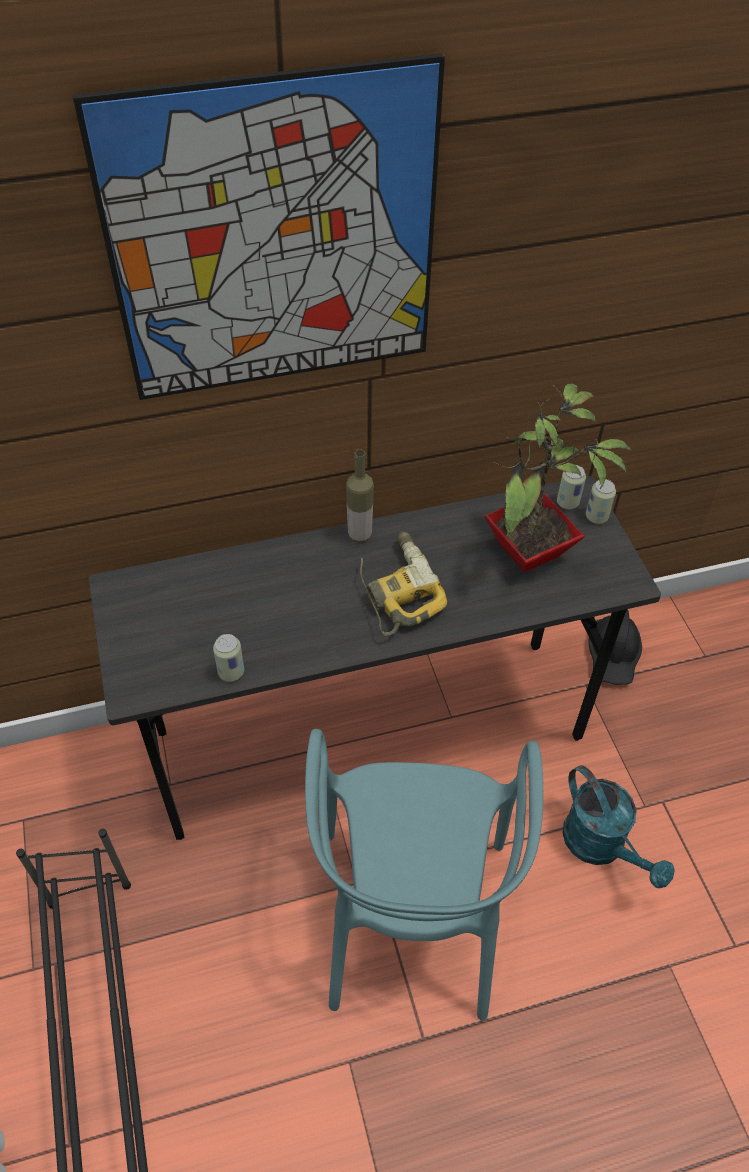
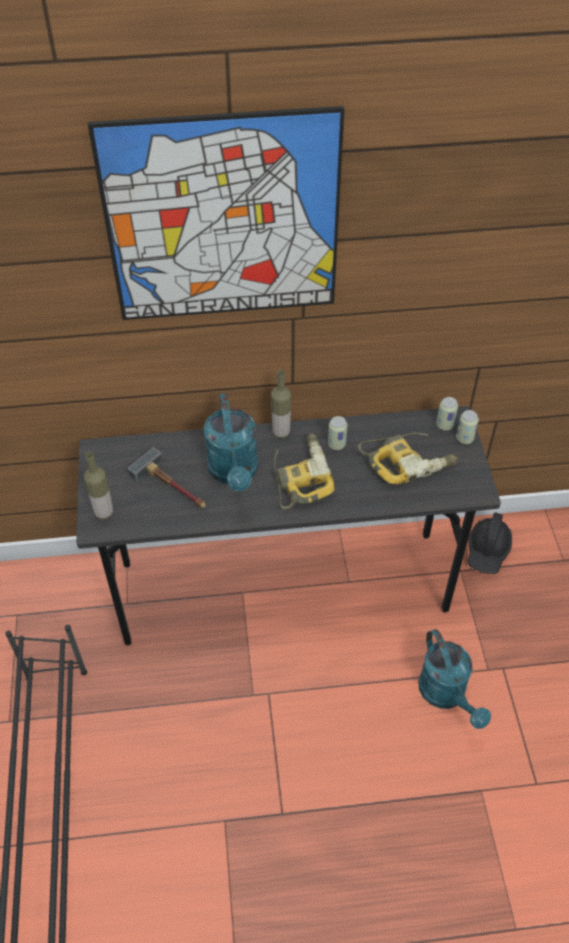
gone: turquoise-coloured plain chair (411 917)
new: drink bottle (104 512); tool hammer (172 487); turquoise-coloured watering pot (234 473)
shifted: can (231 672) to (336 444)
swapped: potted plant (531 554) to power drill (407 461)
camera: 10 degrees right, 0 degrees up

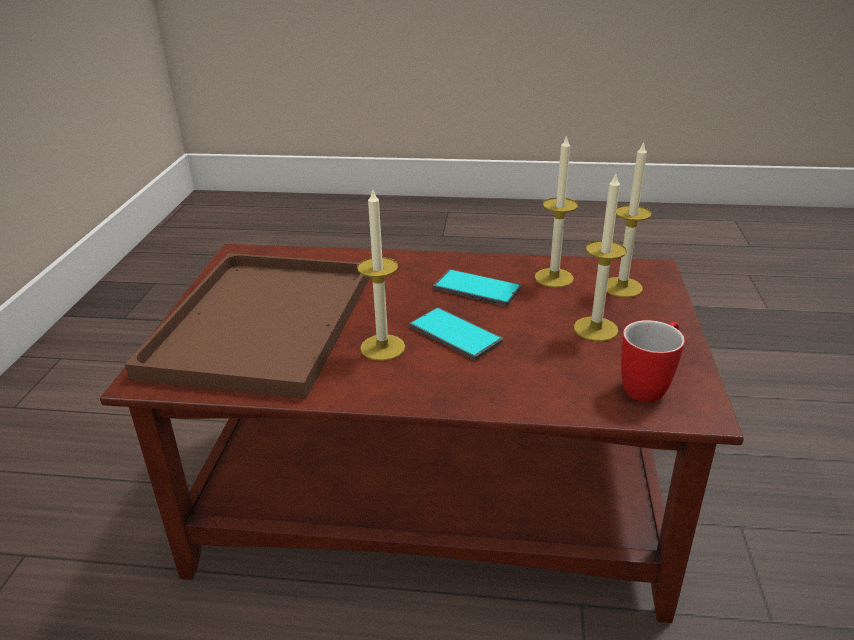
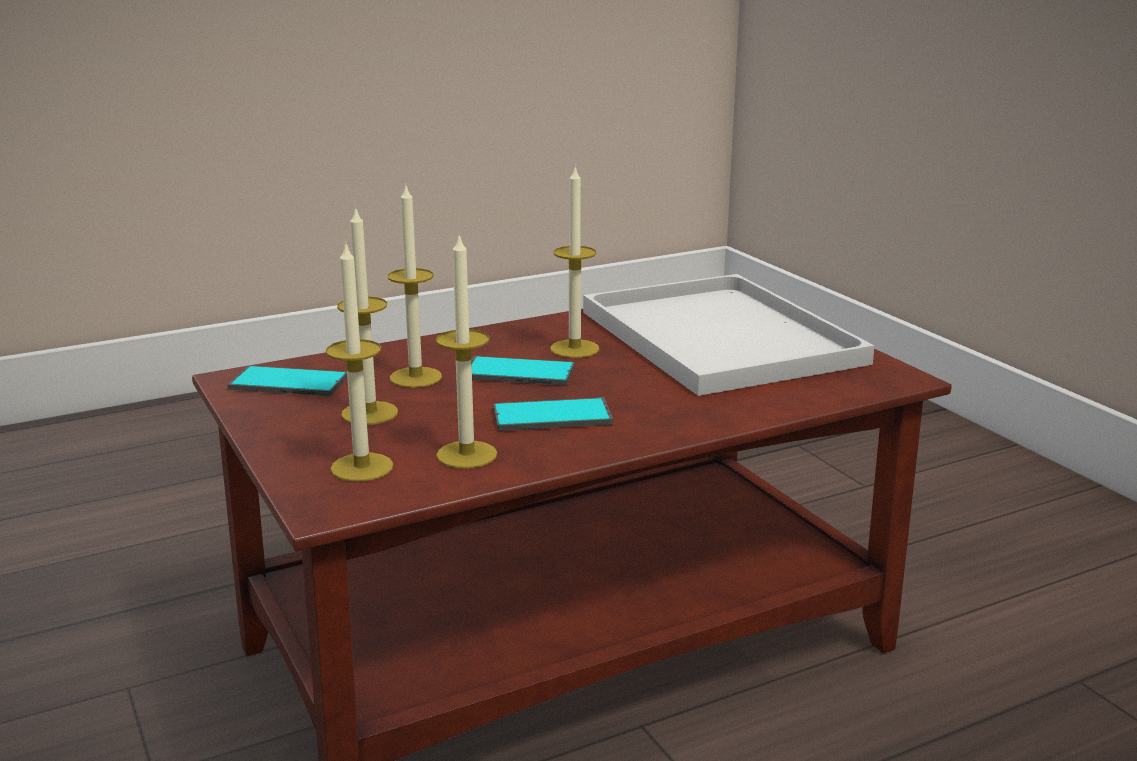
new: wax light (415 377)
swapped: mug (649 386) to phone (288 383)
repainted: brown-coloured serving tray (262 320) to white serving tray (724 338)
camera: 145 degrees right, 10 degrees down

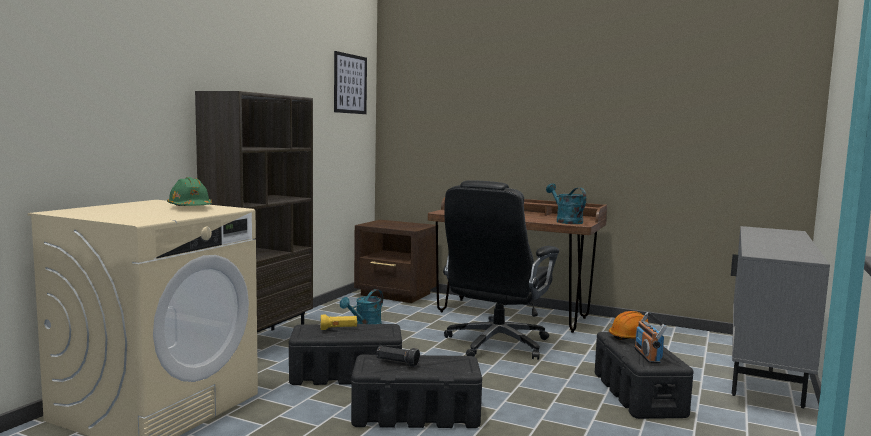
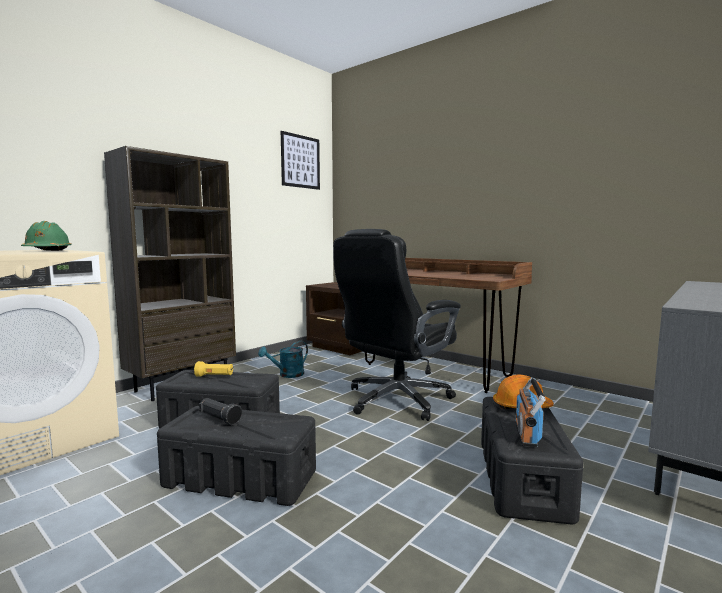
gone: turquoise-coloured watering pot (565 221)
camera: 15 degrees right, 0 degrees up

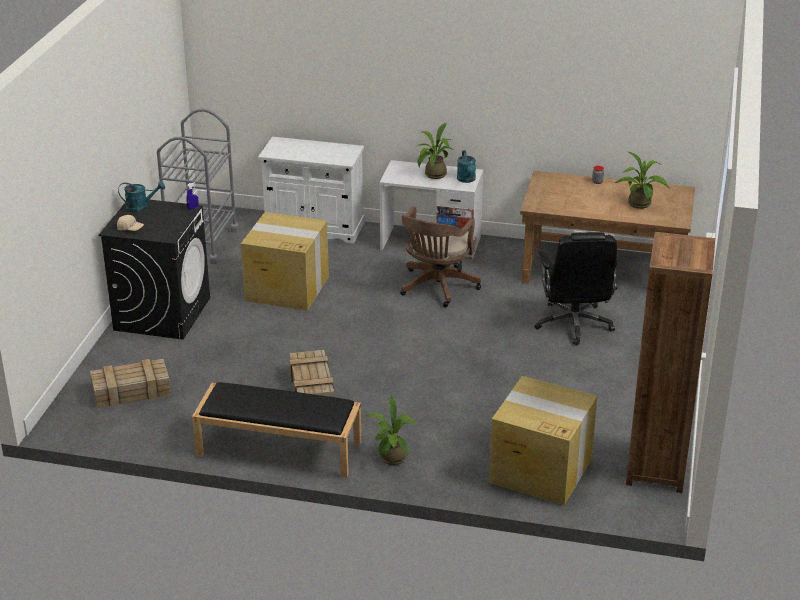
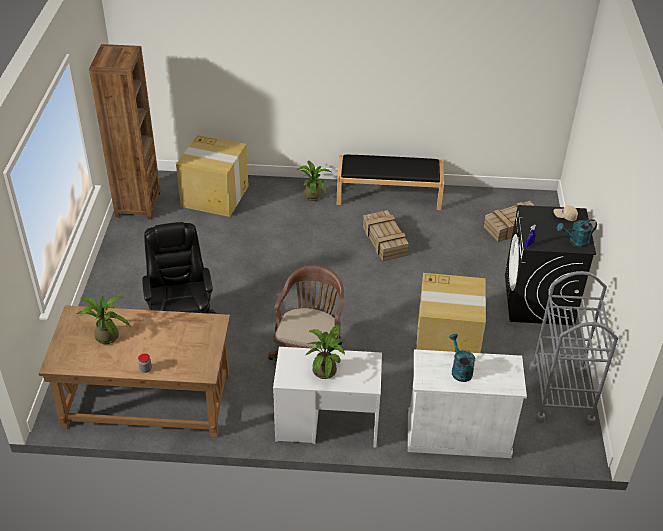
shifted: turquoise-coloured watering pot (467 180) to (460 370)
camera: 170 degrees right, 10 degrees up

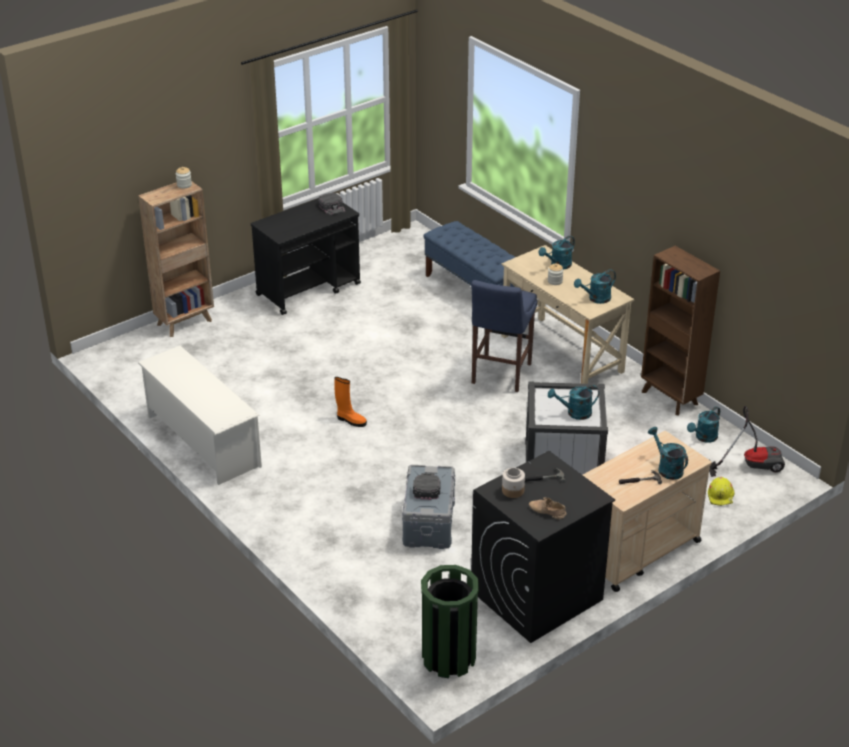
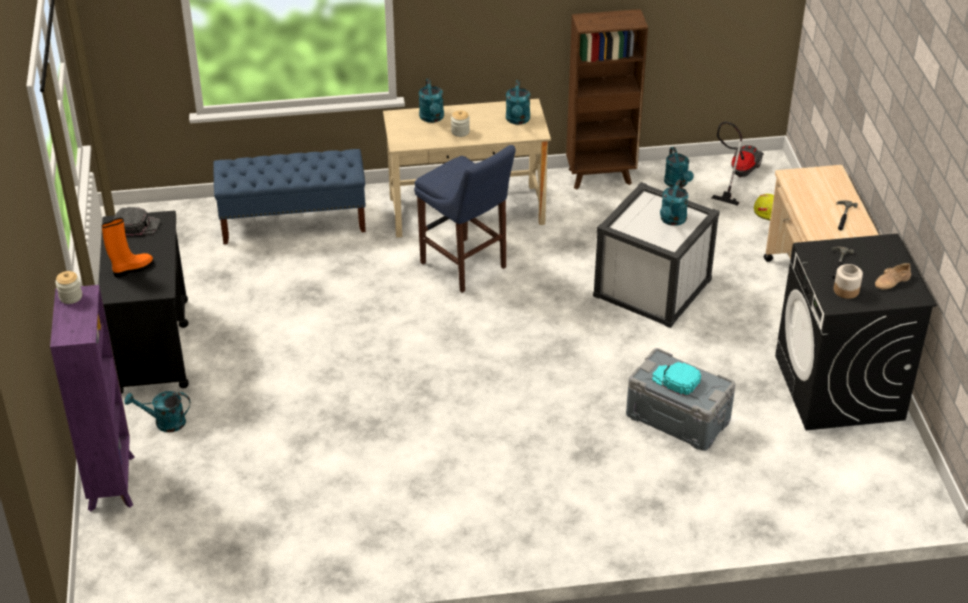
gone: white shoe shelf (202 441); green-coloured rubbish bin (448 658)
shifted: orange-coloured high-top boot (350 420) to (132 269); turquoise-coloured watering pot (667 468) to (164 422)
repainted: brown-coloured shelving unit (185 322) to purplish shelving unit (112 481); black baseball cap (426 487) to turquoise-coloured baseball cap (676 380)
camera: 60 degrees left, 5 degrees up

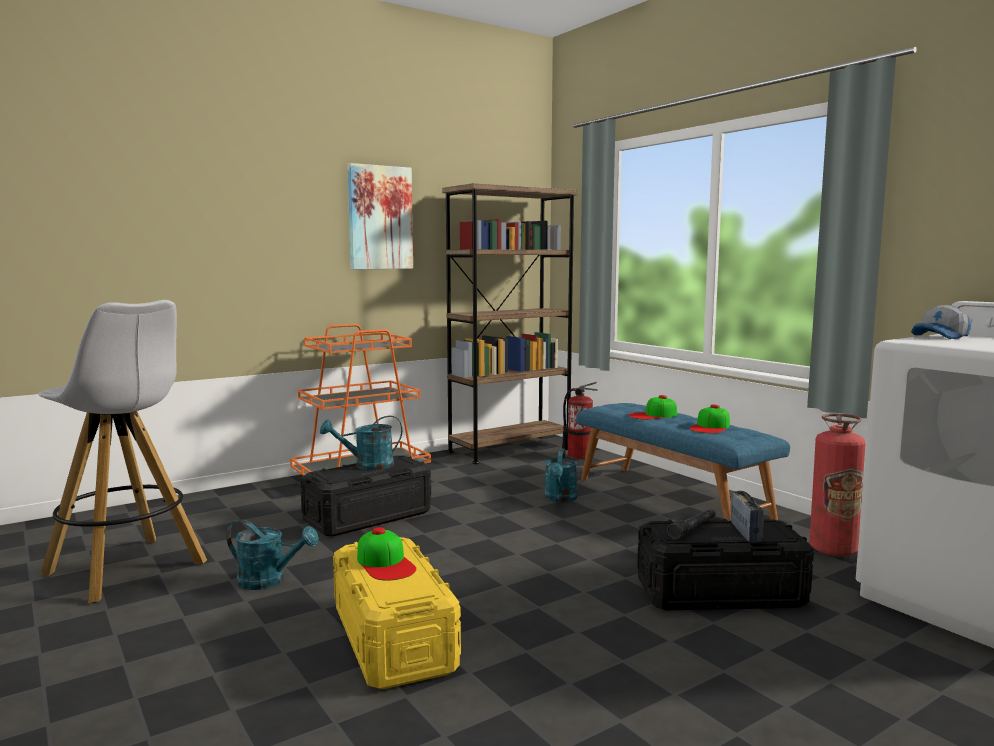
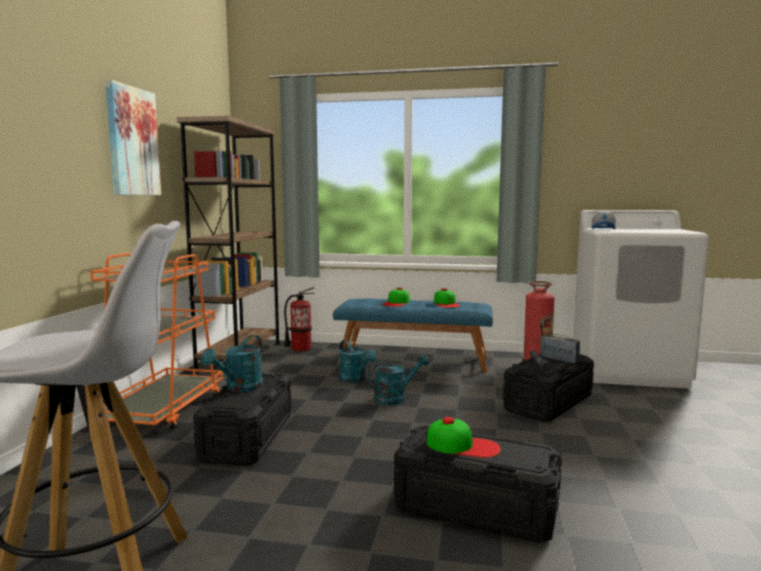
shifted: turquoise-coloured watering pot (269 581) to (395 398)
repainted: yellow storage bin (393 638) to black storage bin (475 507)
camera: 45 degrees left, 0 degrees up

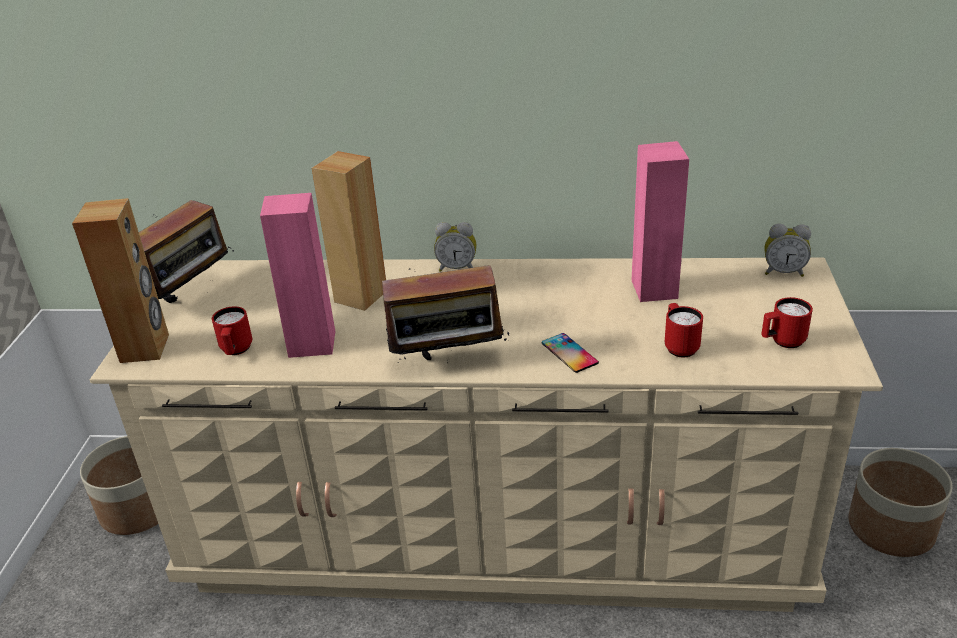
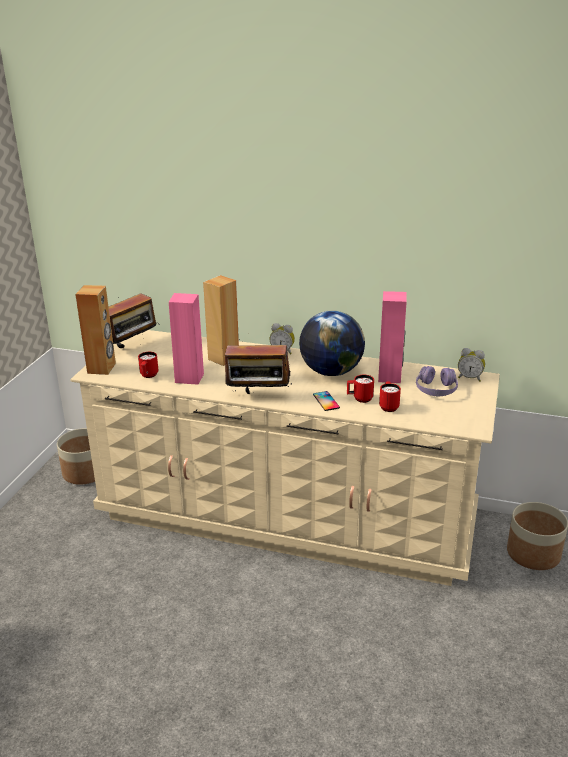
new: world globe (331 372); purplish pair of headphones (436 390)
shifted: red-coloured mug (782 342) to (359 399)
camera: 10 degrees right, 5 degrees down

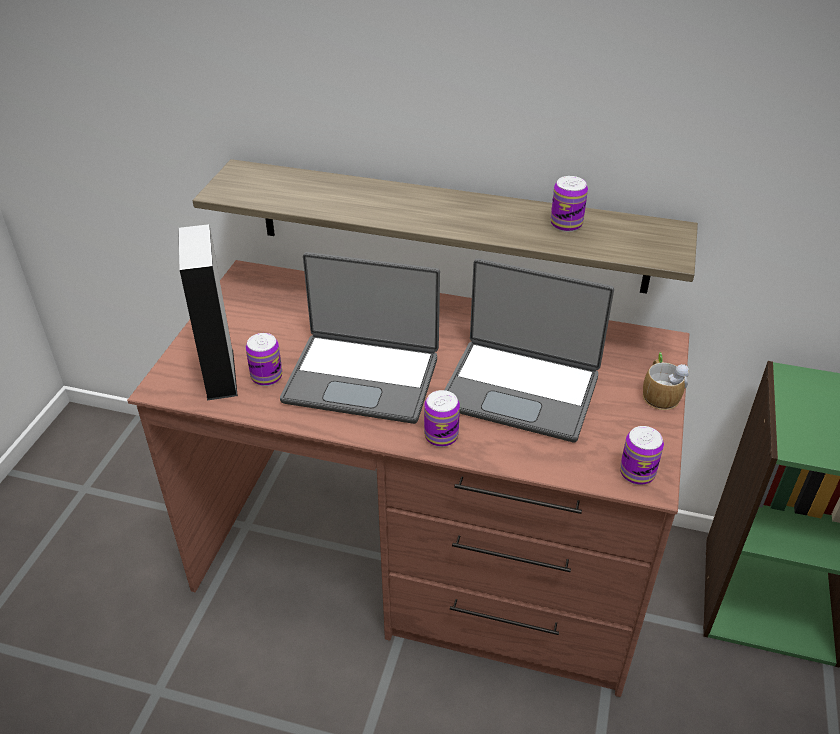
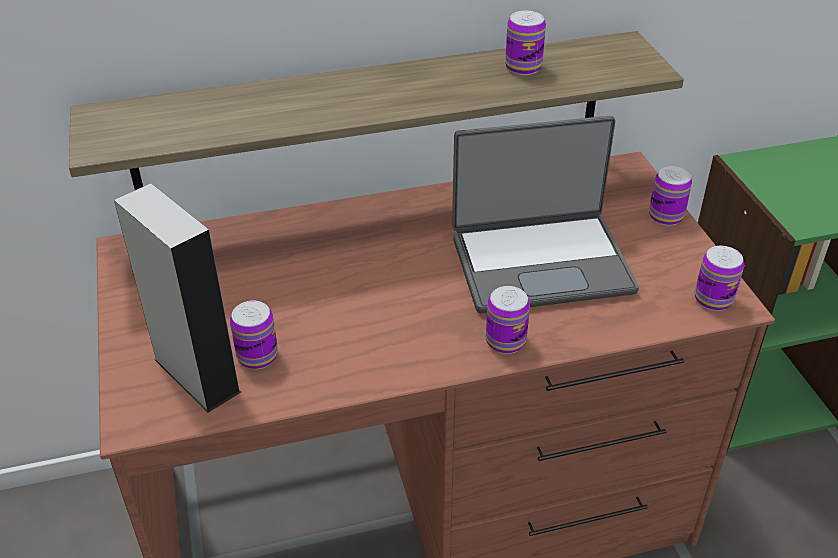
gone: portable computer (363 377)
swapped: mug (660 393) to can (666 216)
camera: 30 degrees left, 0 degrees up

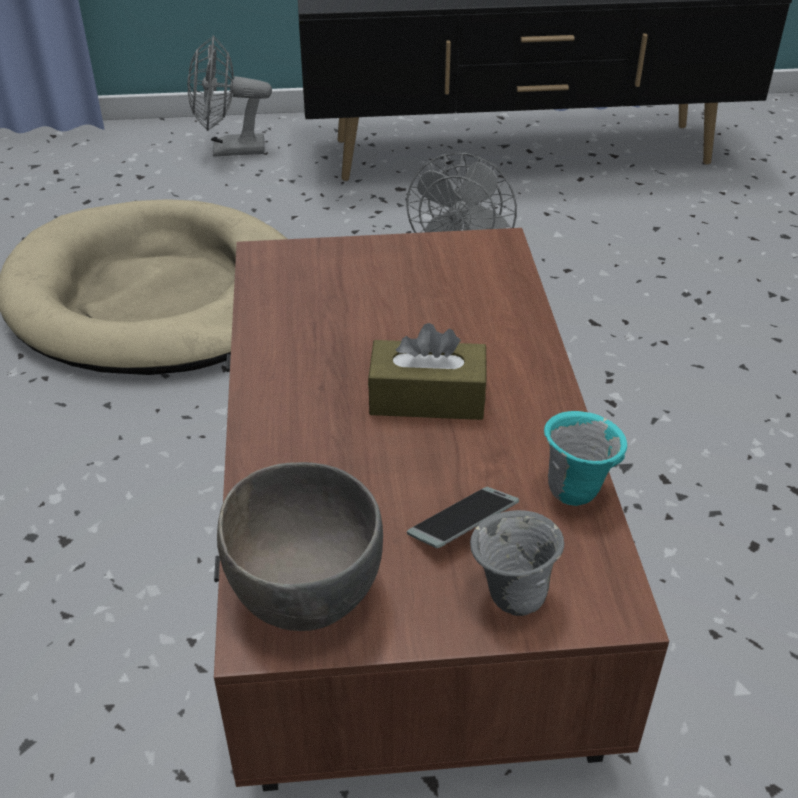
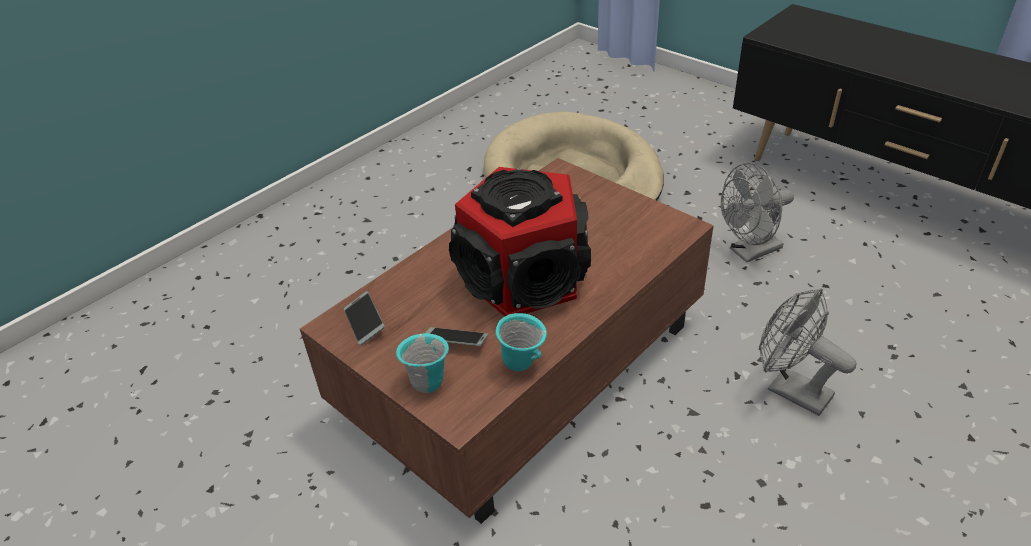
shifted: greyish fan (229 150) to (790 389)
swapped: greyish serving bowl (305 592) to phone (365 322); brown-coloured tissue box (427 398) to speaker (526 280)
repainted: greyish mug (510 597) to turquoise-coloured mug (428 382)
camera: 50 degrees right, 0 degrees up

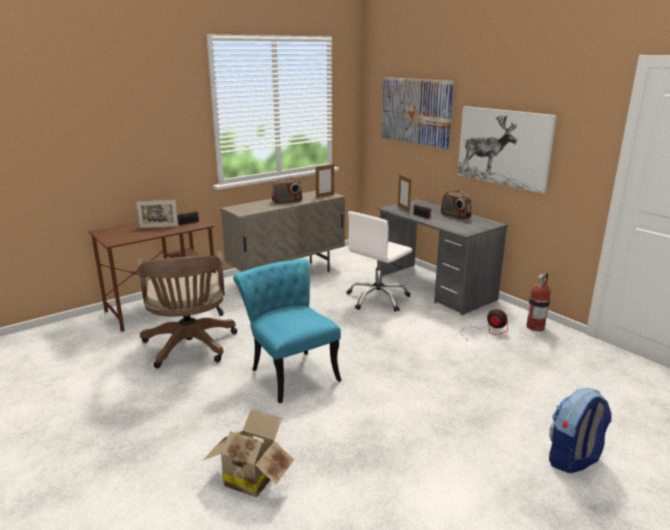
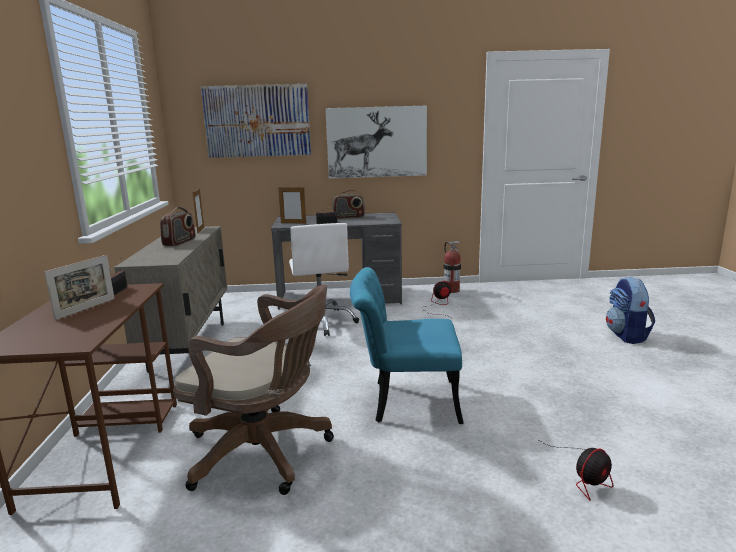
swapped: cardboard box (251 477) to fan (587 476)
camera: 55 degrees left, 5 degrees down

